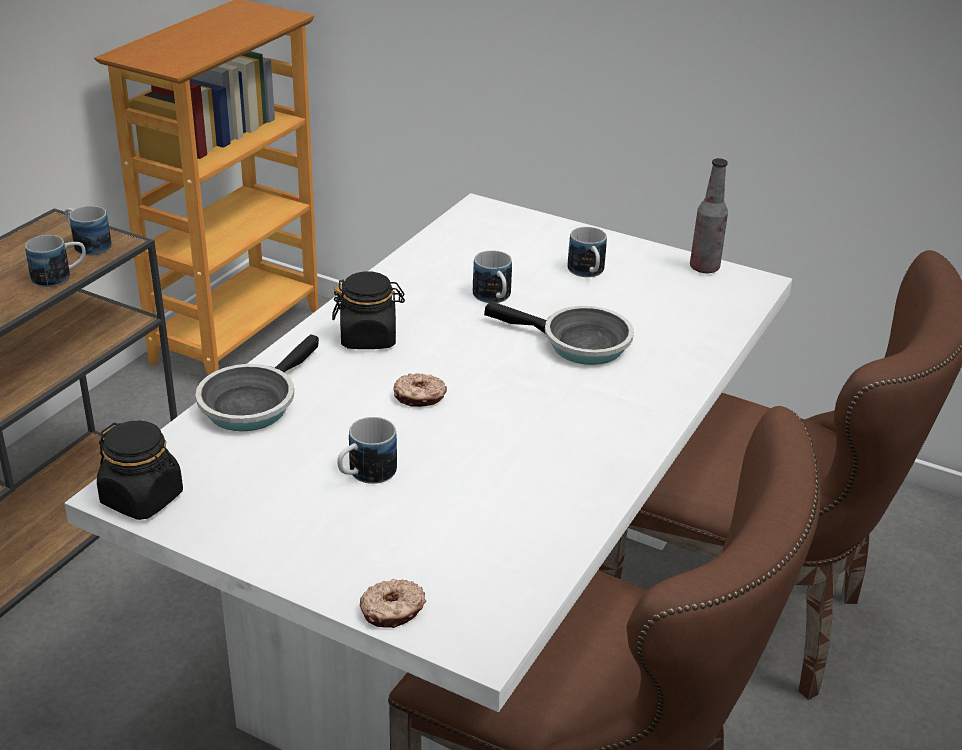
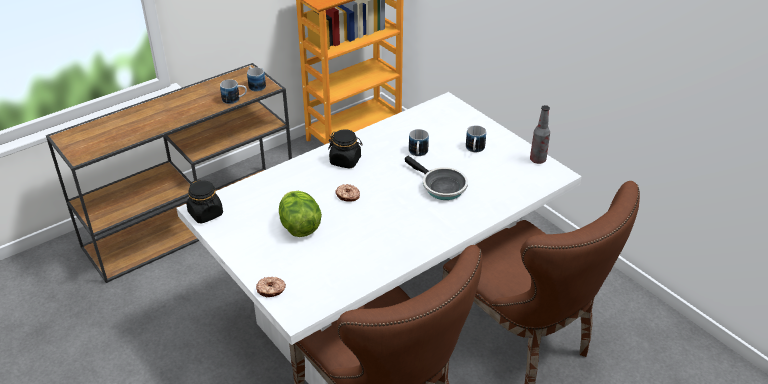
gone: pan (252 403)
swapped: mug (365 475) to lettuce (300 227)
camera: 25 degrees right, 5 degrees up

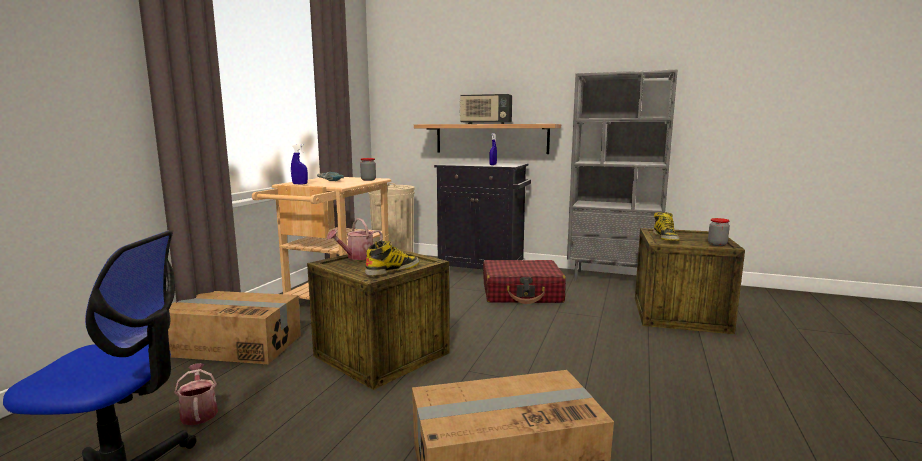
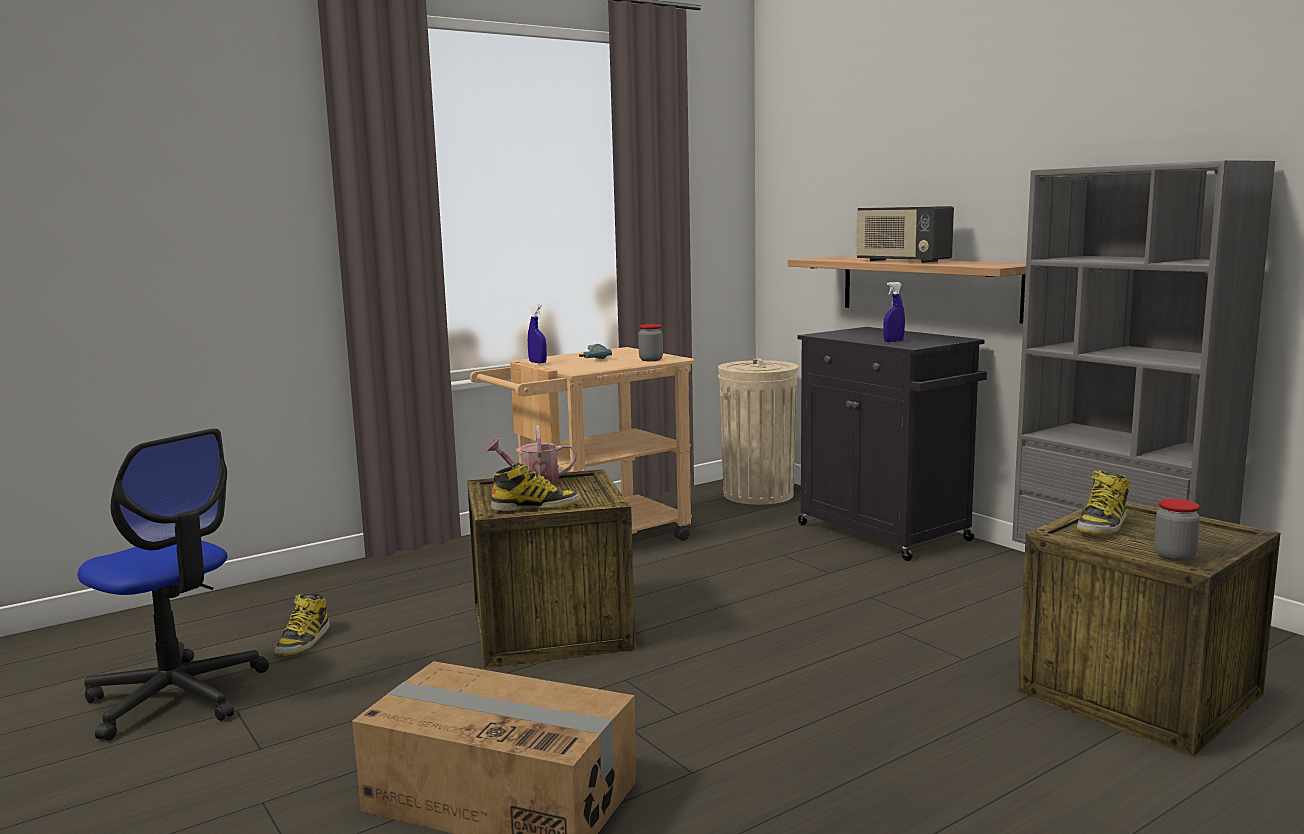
gone: cardboard box (235 345); red-coloured travel case (522 293)
swapped: watering pot (199 412) to high-top boot (303 641)
camera: 35 degrees right, 0 degrees up

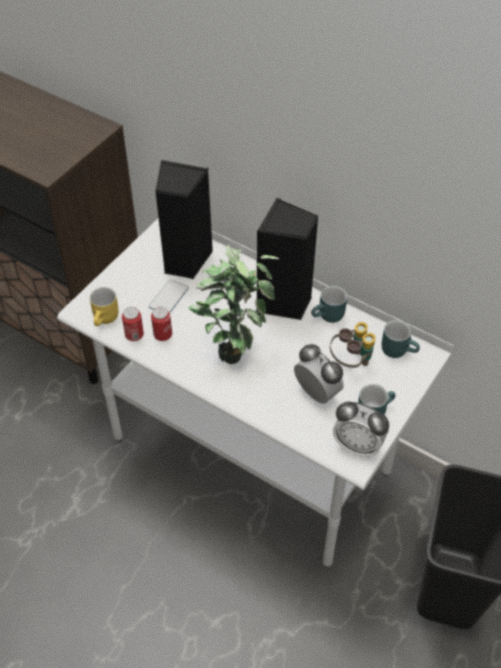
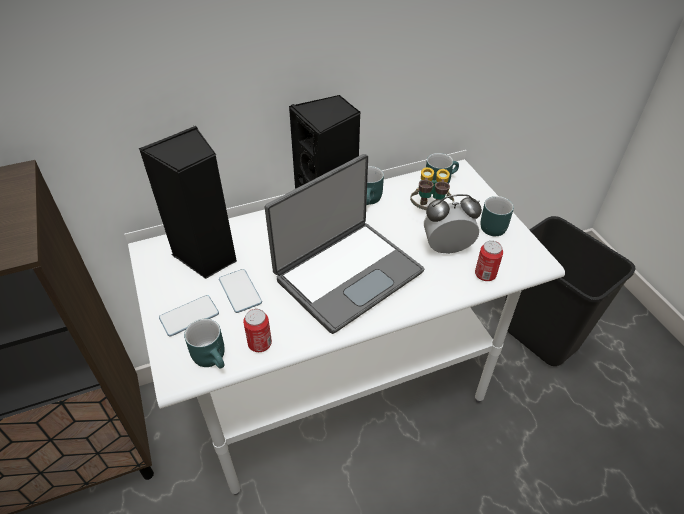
gone: table clock (357 445)
new: phone (189 316)
shifted: can (163 335) to (485 274)
swapped: potted plant (234 346) to portable computer (347 274)
repainted: yellow mug (106 319) to turquoise-coloured mug (214 357)
camera: 55 degrees left, 5 degrees down

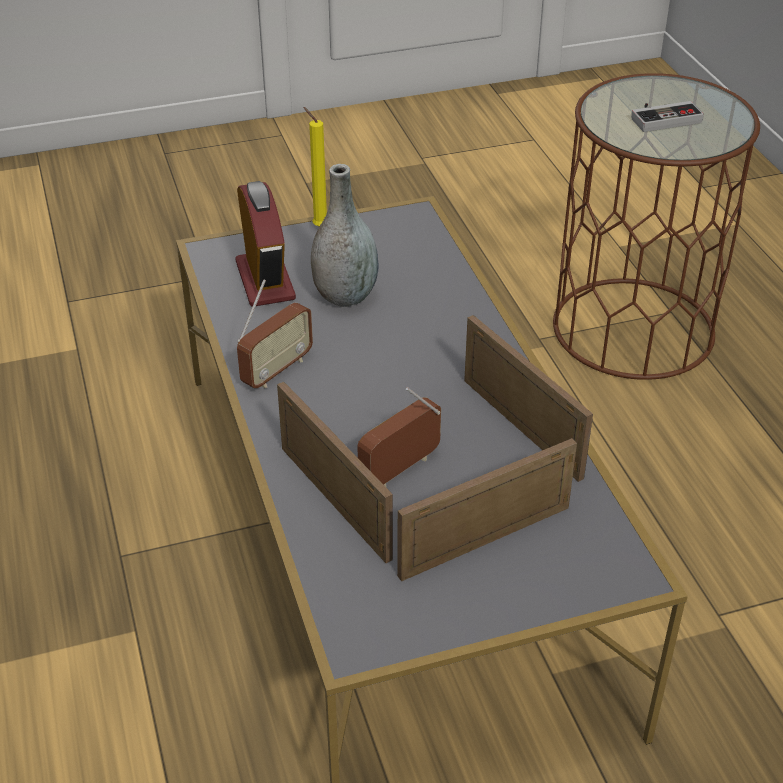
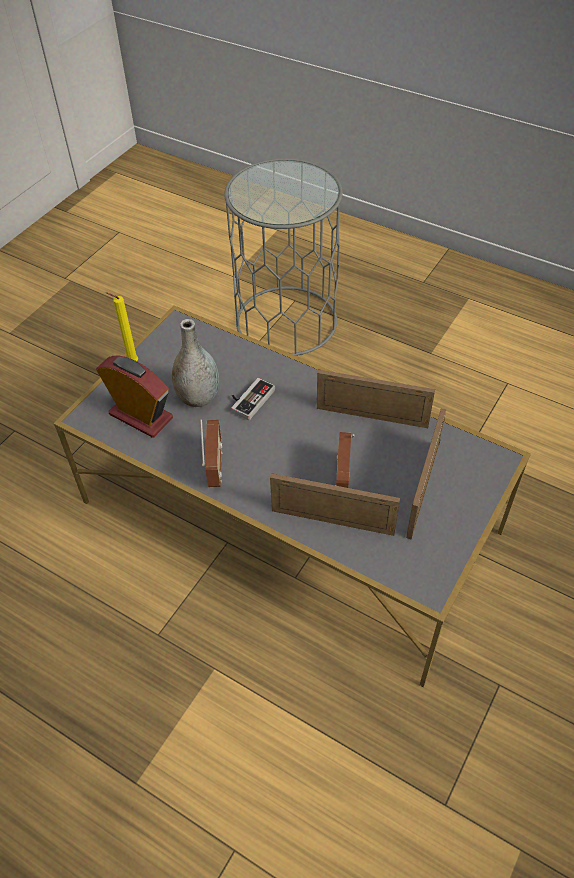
shifted: joypad (663 117) to (249 399)
repainted: brown-coloured accent table (634 328) to greyish accent table (286 320)
camera: 40 degrees left, 10 degrees up

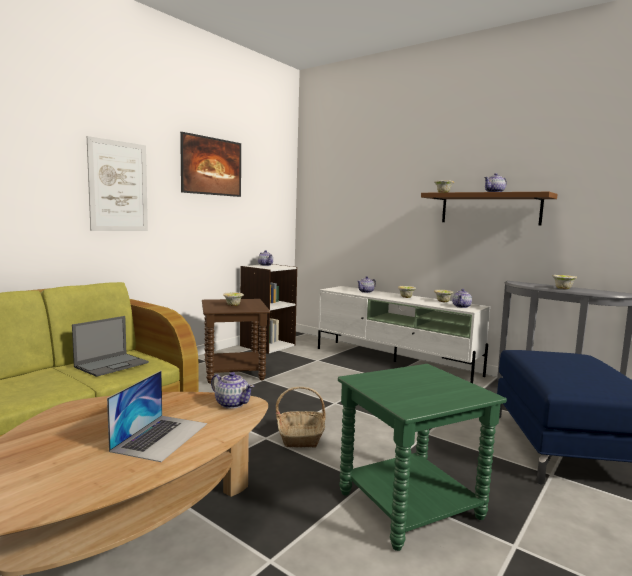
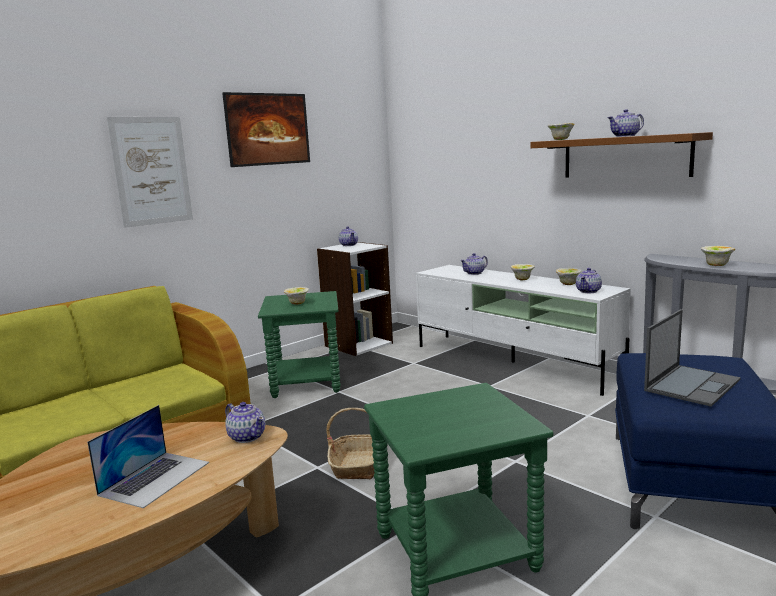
shifted: portable computer (112 364) to (692 385)
repainted: brown-coloured accent table (234 372) to green-coloured accent table (307 382)
camera: 10 degrees right, 5 degrees up

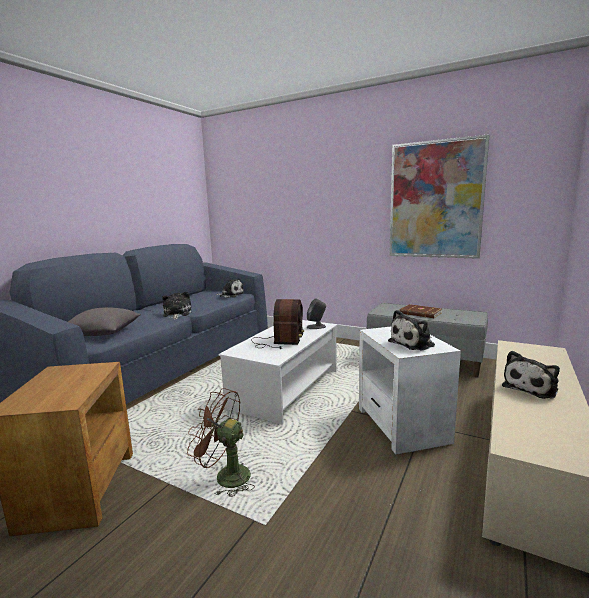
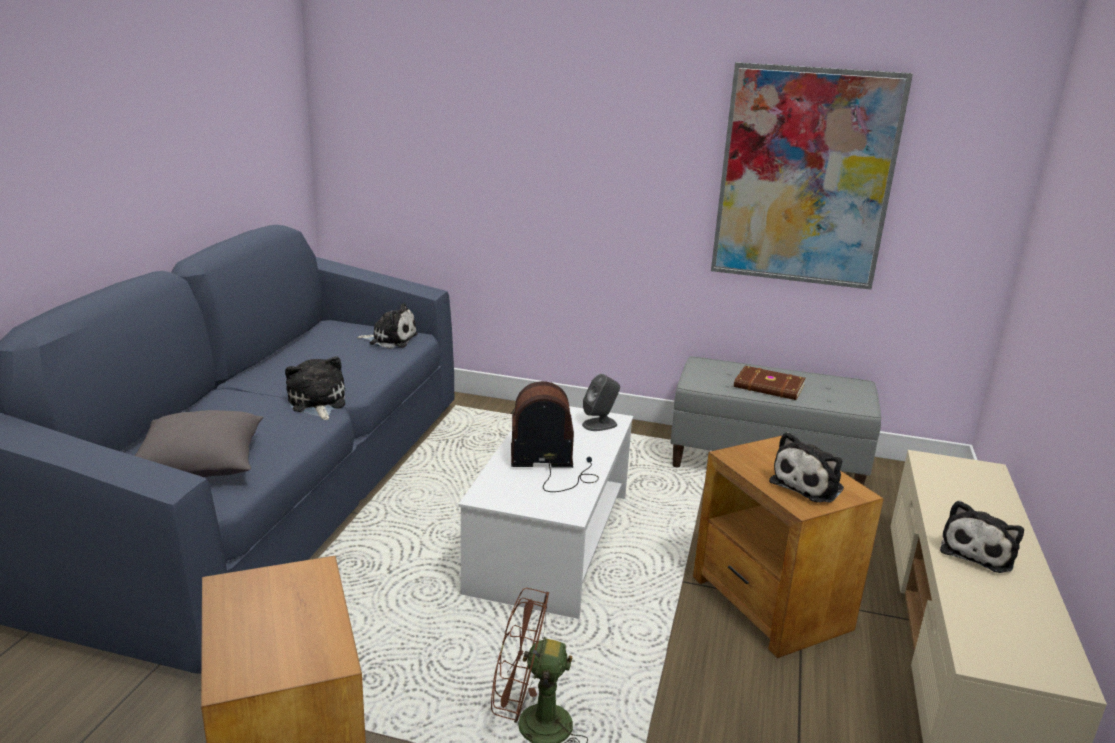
repainted: white accent table (402 425) to brown-coloured accent table (770 603)
rotated: radio (279 341) = (553 466) 90 degrees counterclockwise
camera: 15 degrees left, 10 degrees up

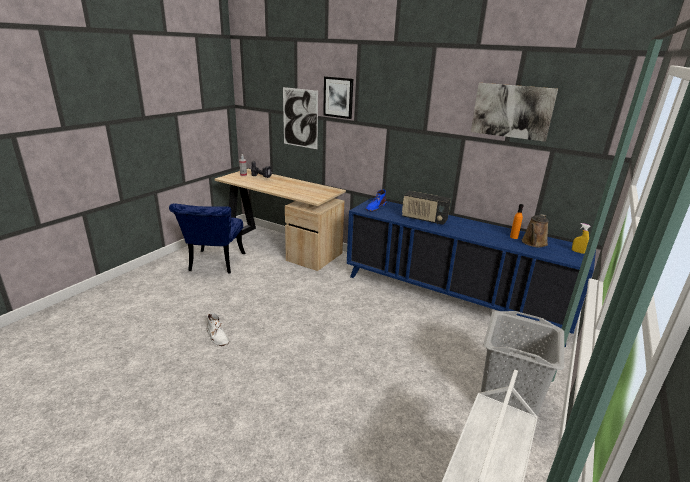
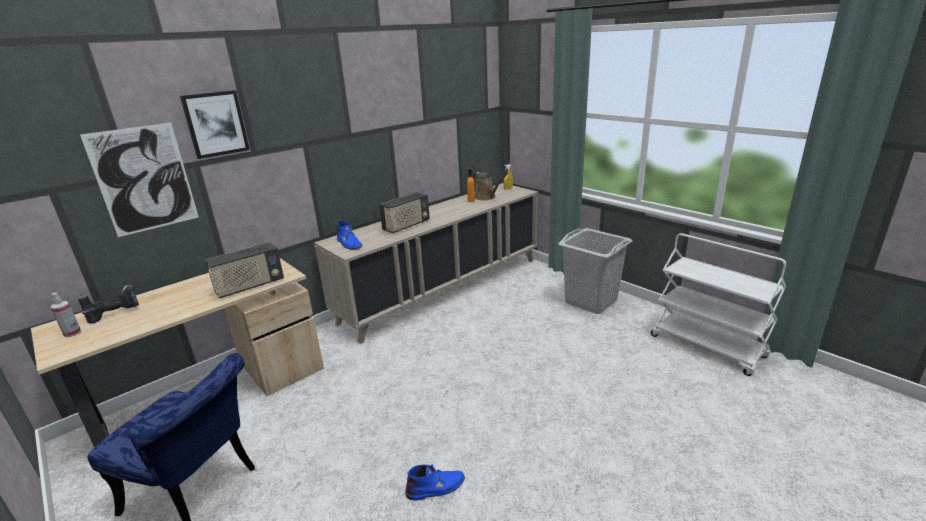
gone: picture (512 111)
new: radio (250 286)
repainted: white high-top boot (217 336) to blue-coloured high-top boot (436 487); blue-coloured cupboard (451 298) to sand-coloured cupboard (443 289)
camera: 70 degrees left, 0 degrees up

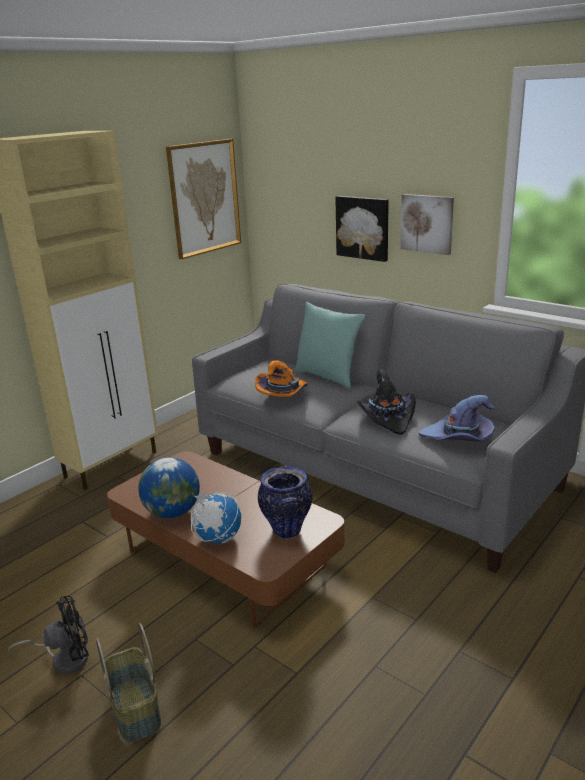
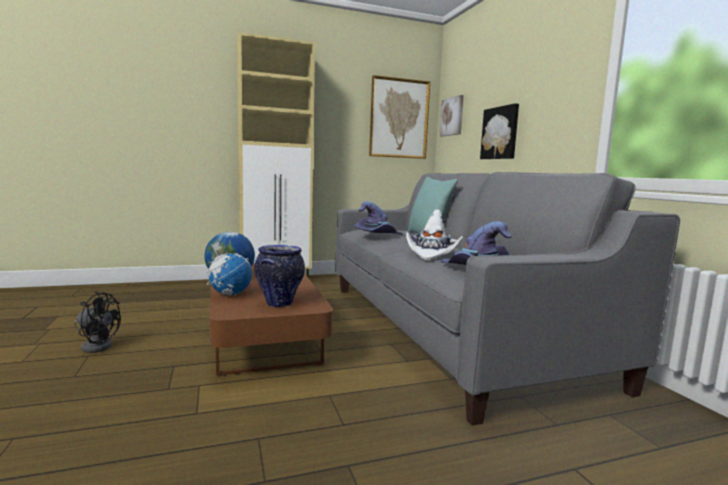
gone: storage basket (134 709)
shifted: picture (427 223) to (452 116)
repainted: orange-coloured clothing hat (283 394) to purplish clothing hat (377 235); black clothing hat (387 417) to white clothing hat (432 253)
camera: 30 degrees right, 15 degrees down

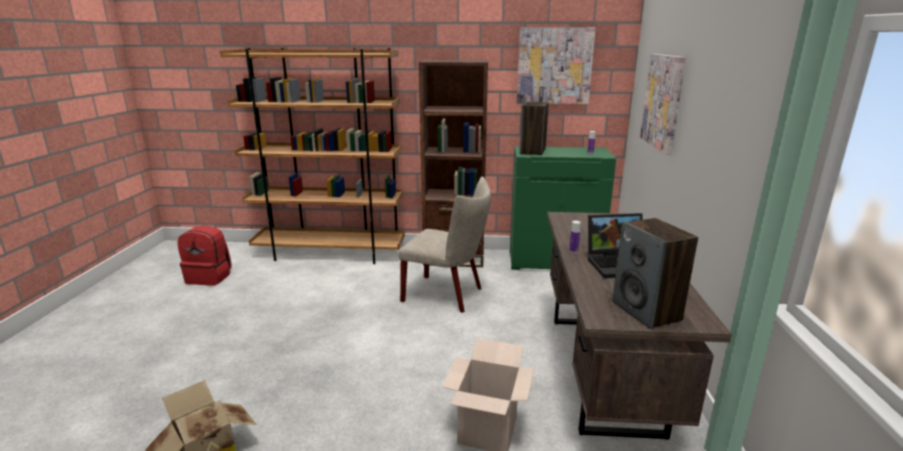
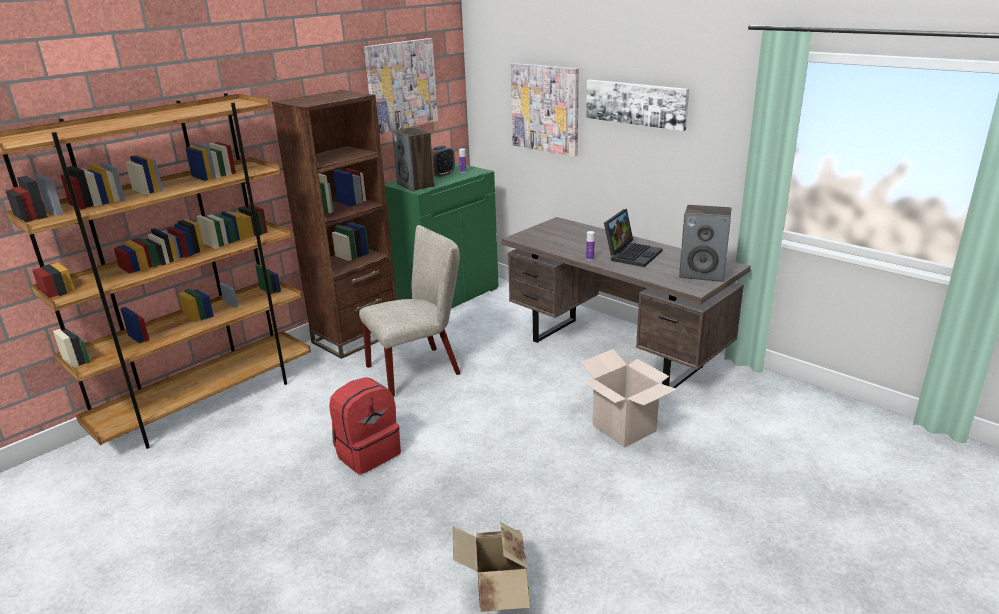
new: table clock (442 174); picture (636 103)
shifted: red-coloured backpack (210 277) to (367 453)
camera: 50 degrees left, 5 degrees up

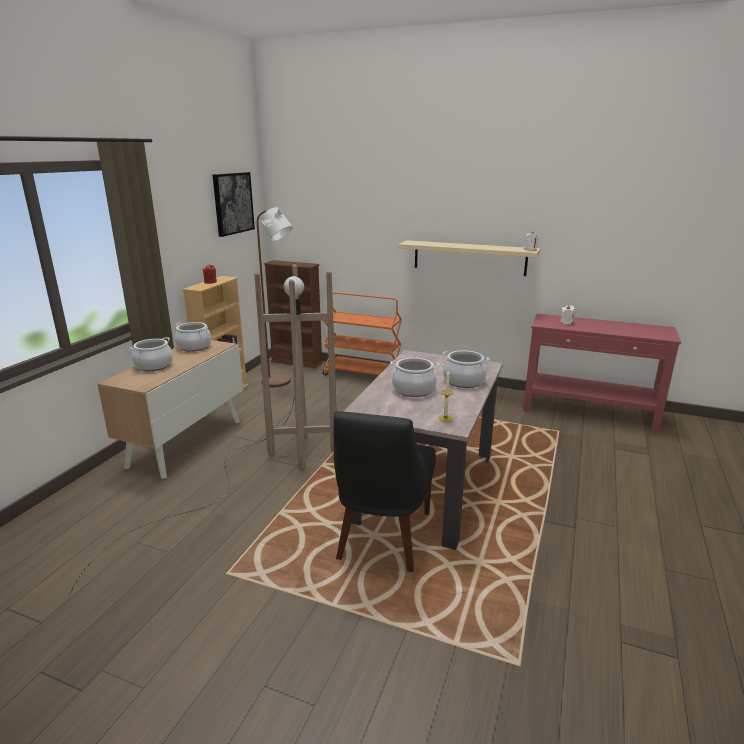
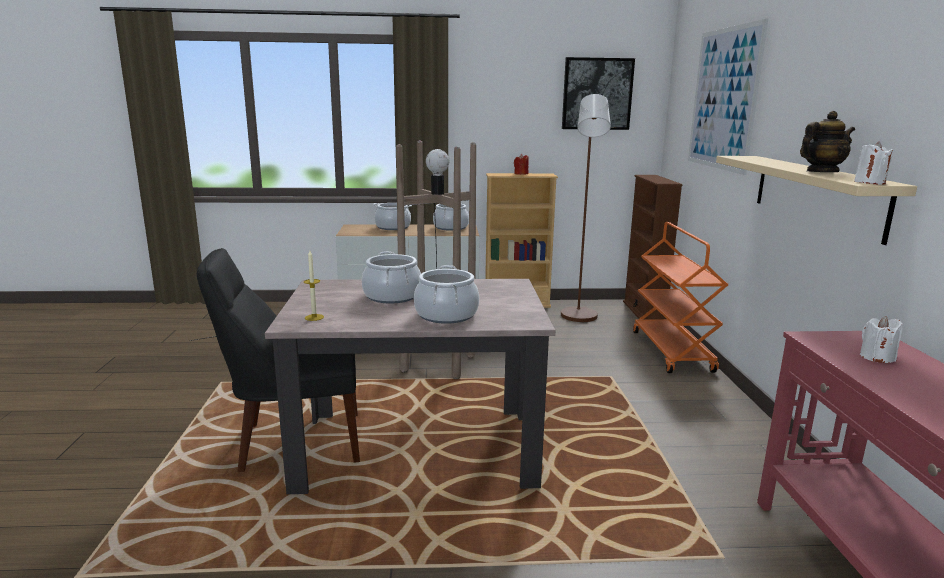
new: picture (723 99); teapot (821 172)
camera: 65 degrees right, 5 degrees down

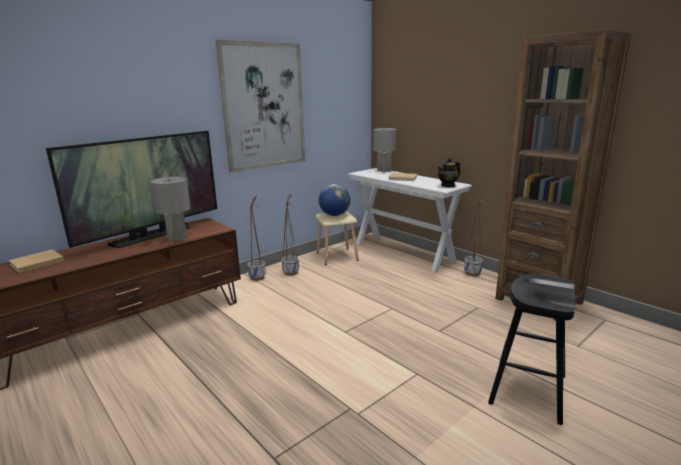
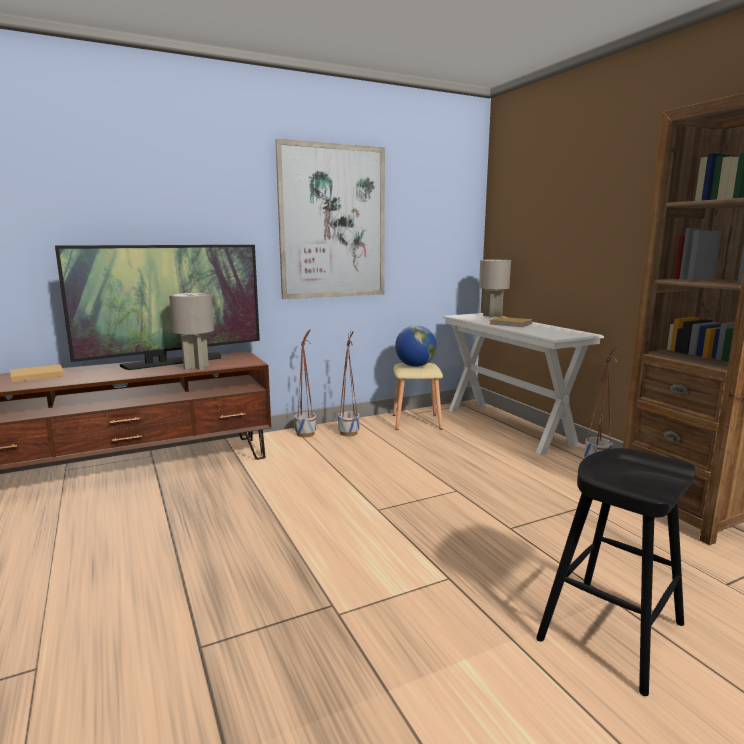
gone: teapot (448 185)
camera: 15 degrees right, 5 degrees down

